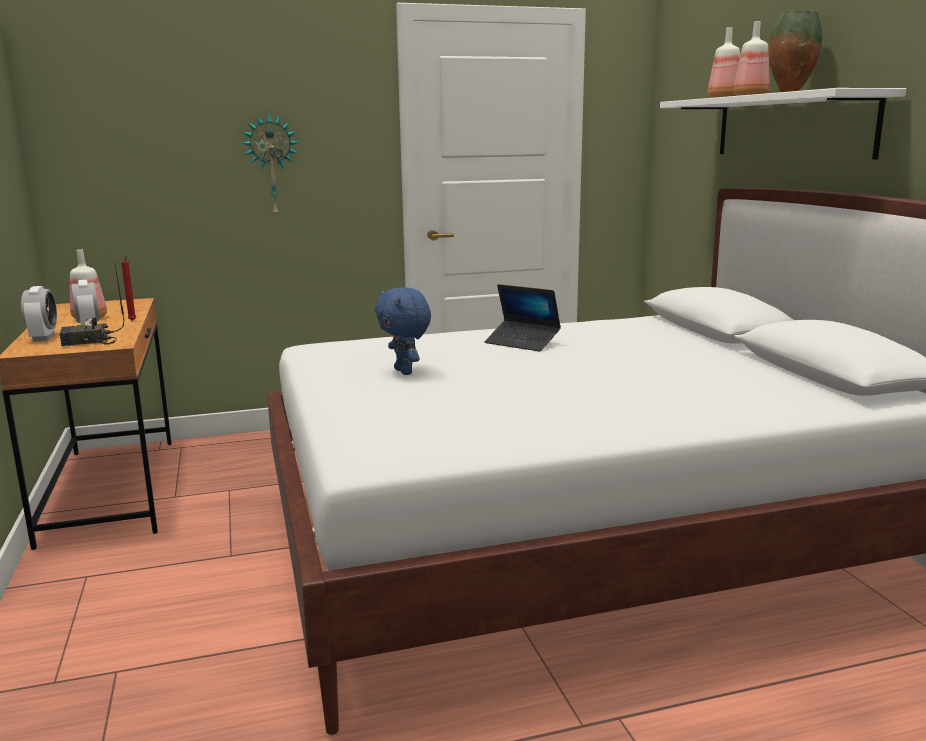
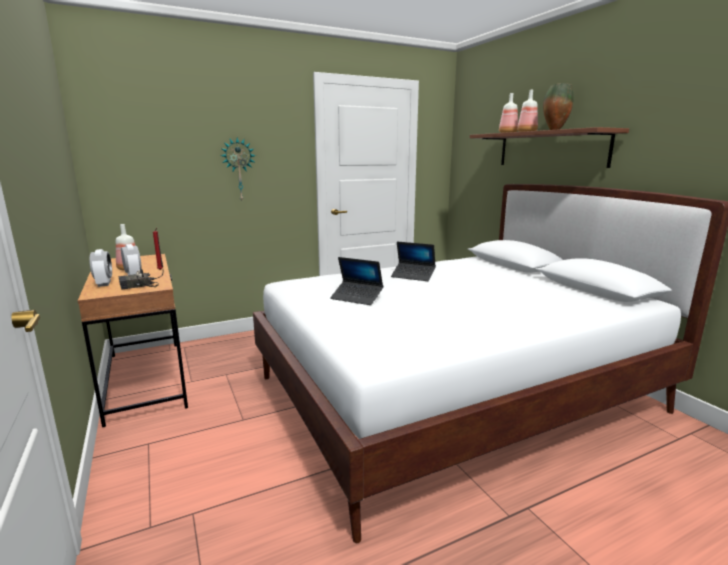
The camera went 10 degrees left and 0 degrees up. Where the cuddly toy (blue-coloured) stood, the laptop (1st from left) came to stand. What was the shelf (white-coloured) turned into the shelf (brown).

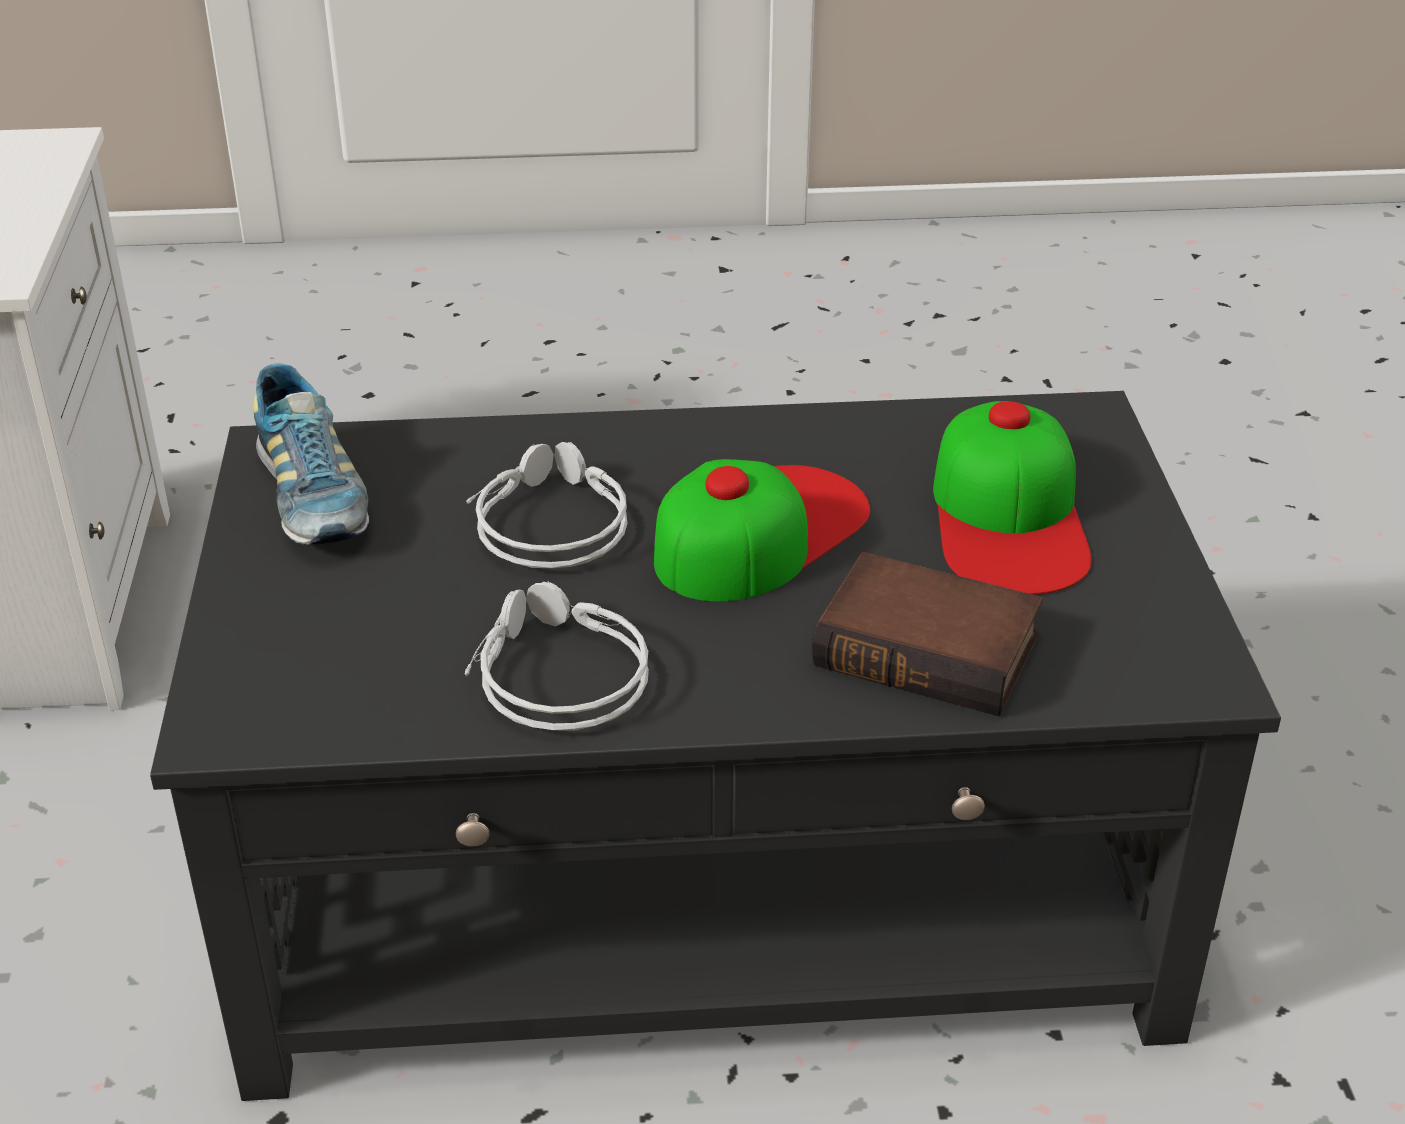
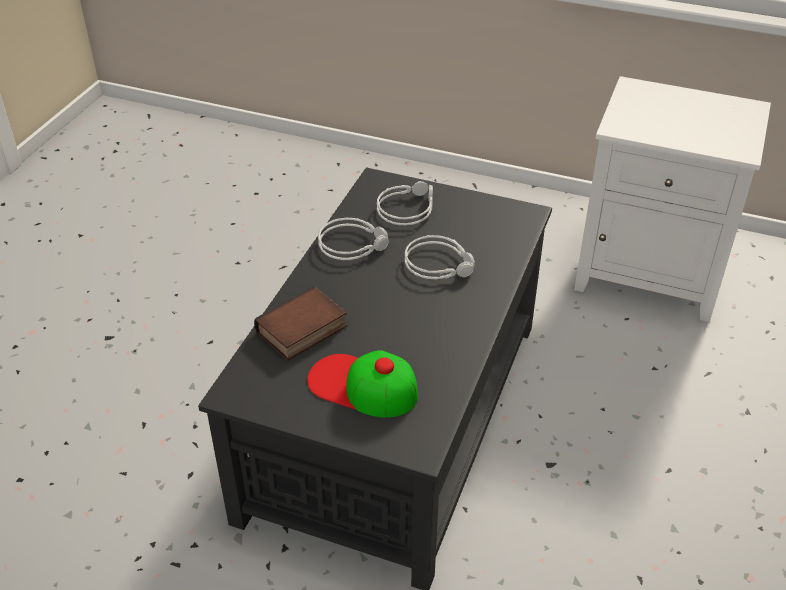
The camera went 115 degrees right and 5 degrees up. The second view lost the low shoe. The second view lost the peaked cap (1st from left). The second view gained the pair of headphones (gray) (2nd from left).

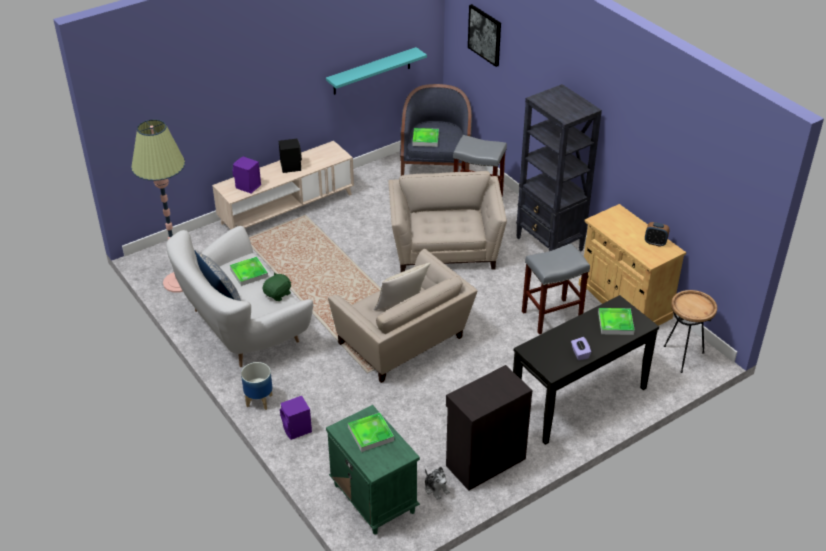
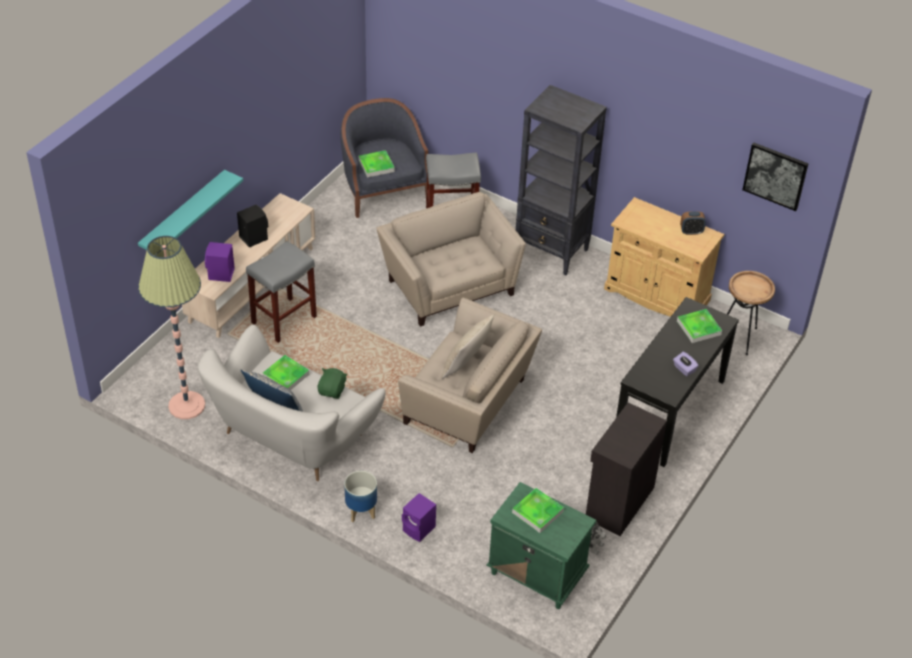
The camera went 25 degrees left and 5 degrees up. The shelf (blue-green) ended up elsewhere. The picture ended up elsewhere. The sitting stool (gray) (2nd from left in the first image) ended up elsewhere.

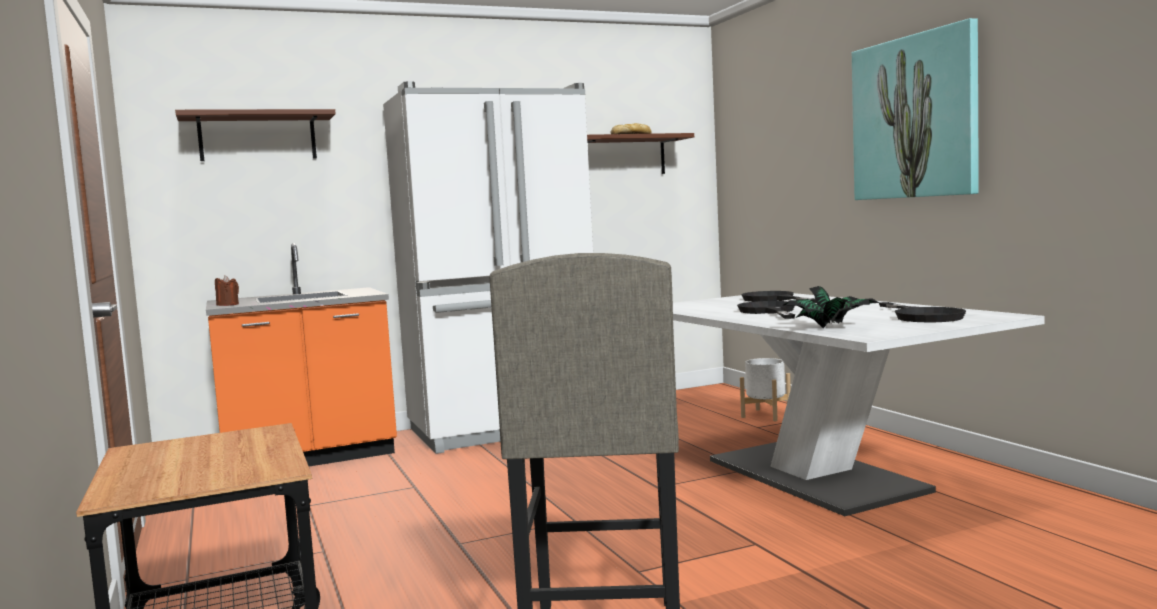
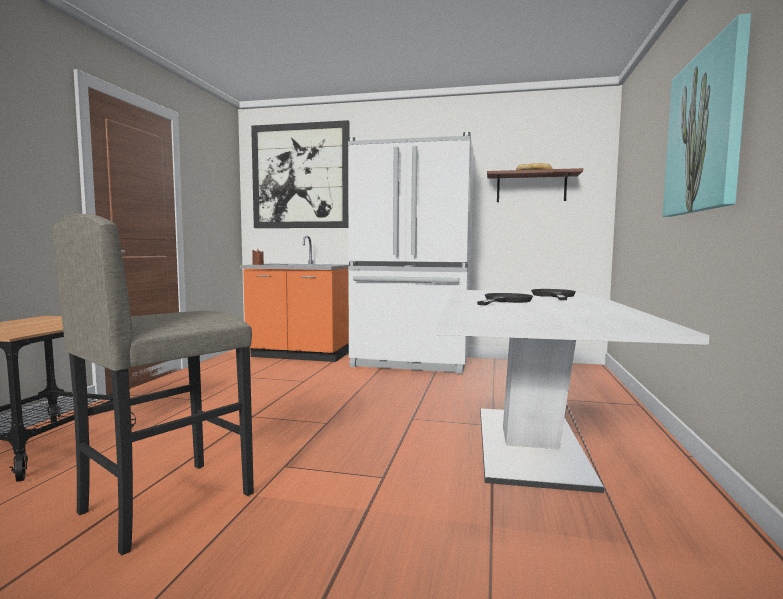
The camera went 35 degrees right and 0 degrees up. The second view lost the planter (white-coloured). The second view lost the houseplant. The second view lost the skillet (black-coloured) (3rd from left). Where the shelf (brown) (1st from left) hung, the picture (1st from left) came to hang.

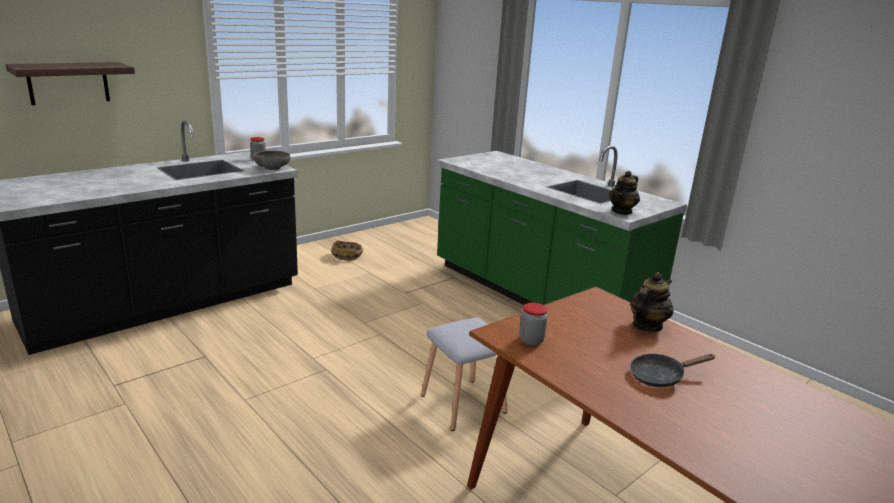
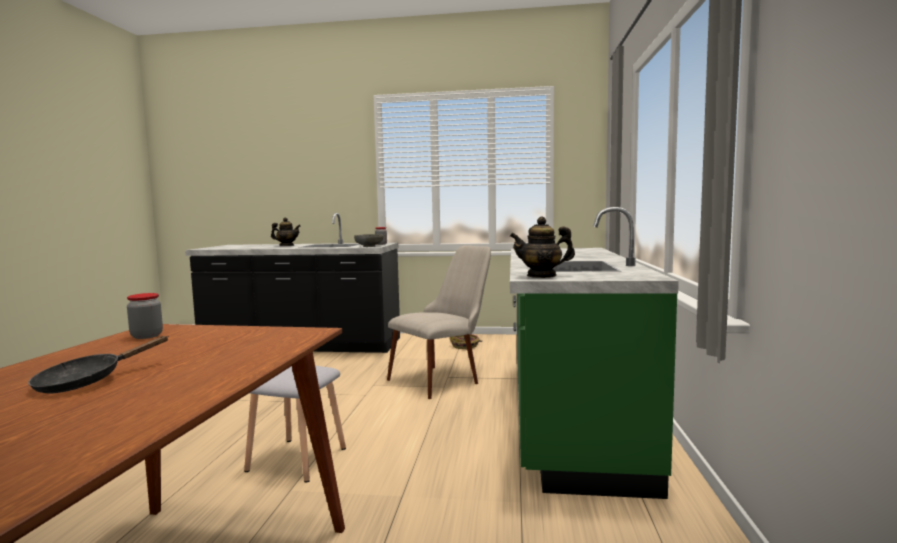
The camera went 50 degrees right and 15 degrees down. The second view lost the shelf. The second view gained the plain chair (beige-coloured). The teapot (2nd from left in the first image) ended up elsewhere. The skillet (black-coloured) ended up facing another way, 90 degrees counterclockwise from before.

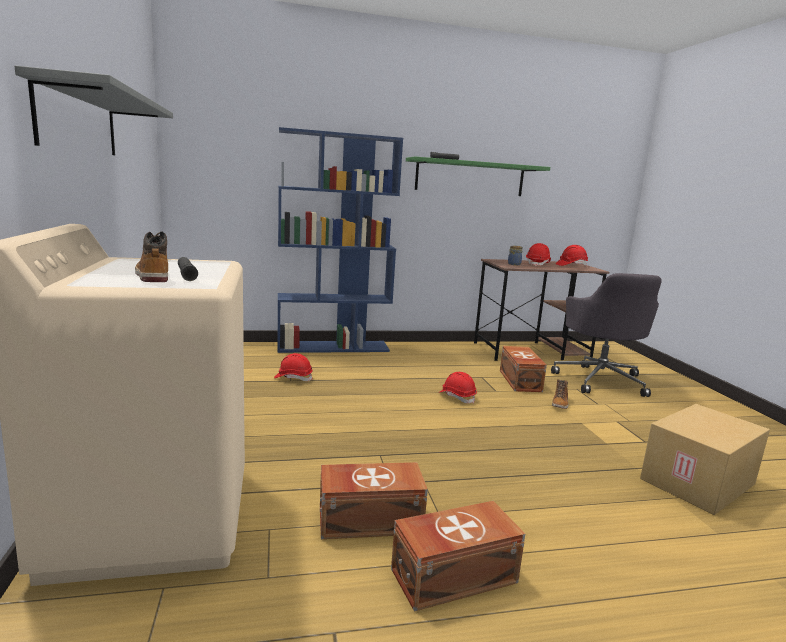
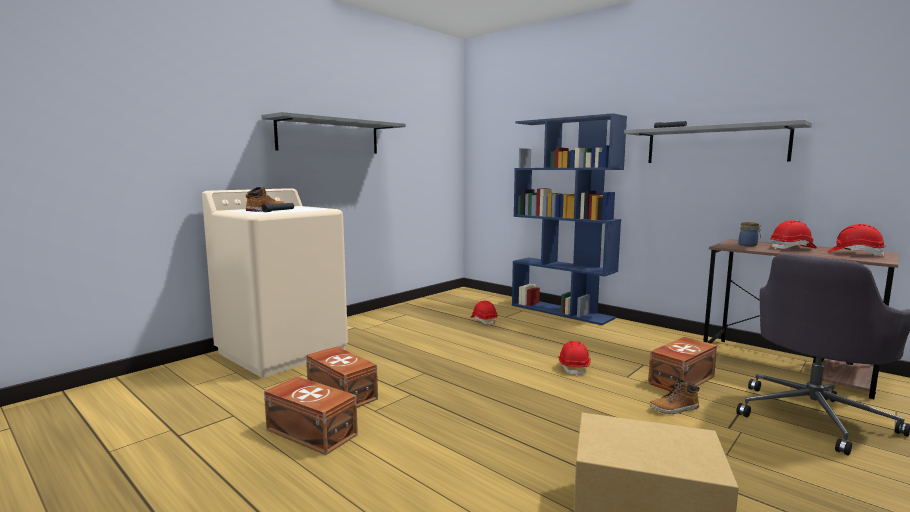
The camera went 55 degrees right and 5 degrees down. What was the shelf (greenish) turned into the shelf (gray) (2nd from left).

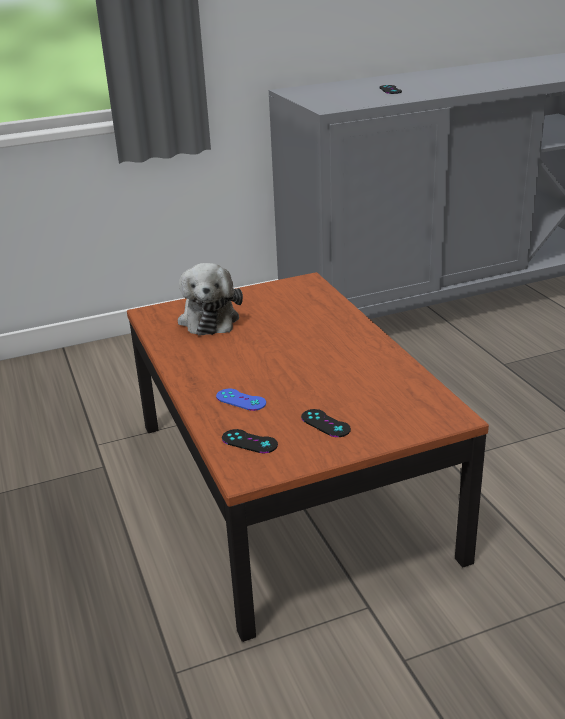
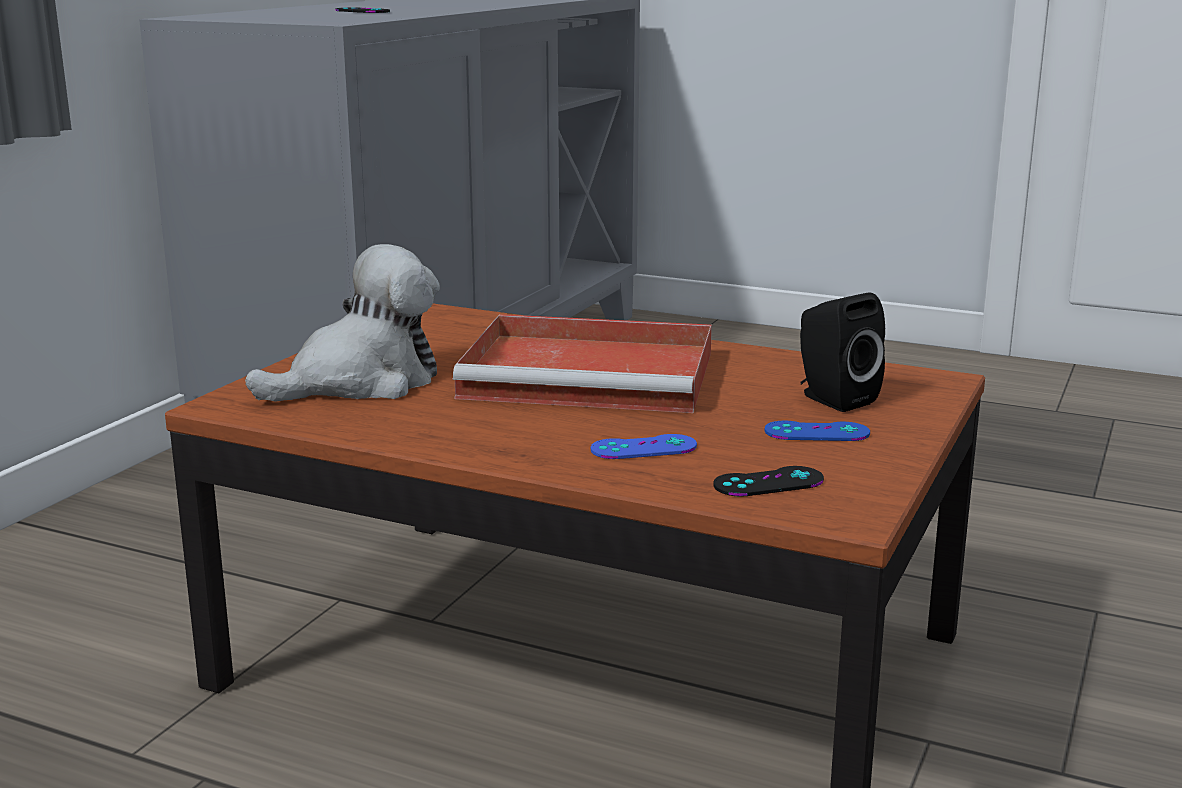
The camera went 45 degrees left and 10 degrees down. The second view gained the serving tray (reddish). The second view gained the speaker (black-coloured). What was the joypad (black-coloured) (2nd from left) turned into the joypad (blue-coloured) (2nd from left). The cuddly toy ended up facing another way, 75 degrees counterclockwise from before.

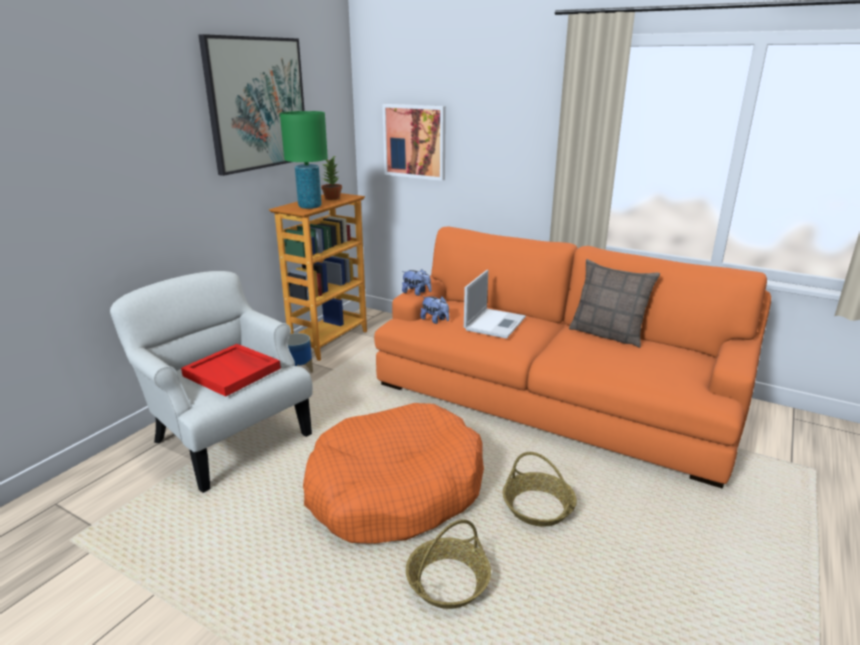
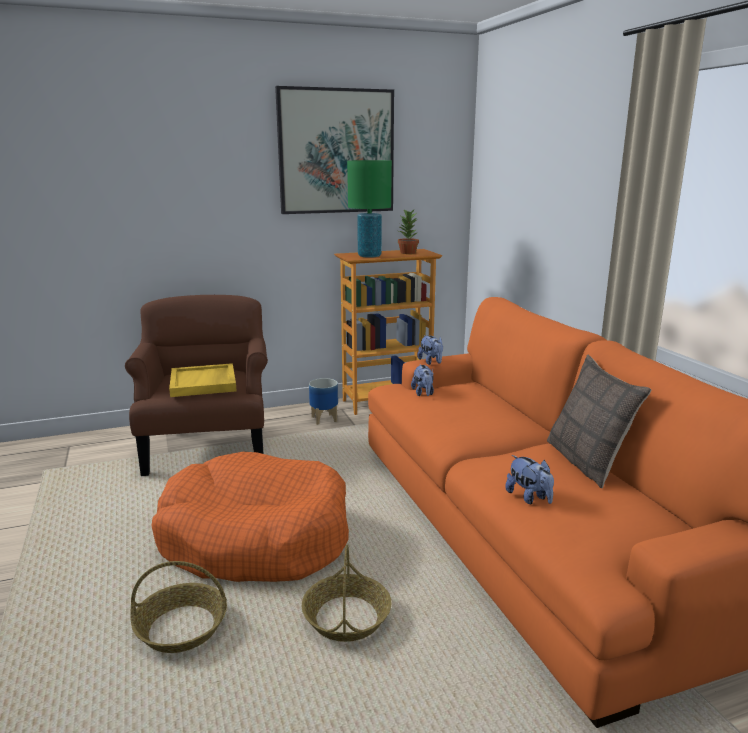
The camera went 40 degrees right and 5 degrees down. The second view lost the picture (2nd from left). The second view lost the laptop. The second view gained the cuddly toy (3rd from left). What was the lounge chair (white-coloured) turned into the lounge chair (brown). What was the serving tray (reddish) turned into the serving tray (yellow-coloured).

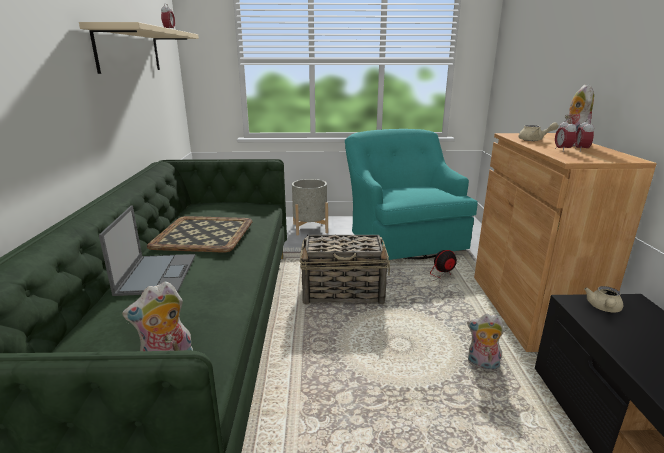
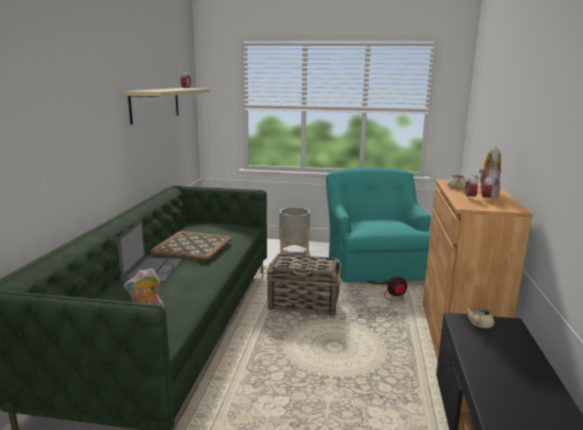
The camera went 10 degrees right and 5 degrees down. The second view lost the cuddly toy (2nd from left).

